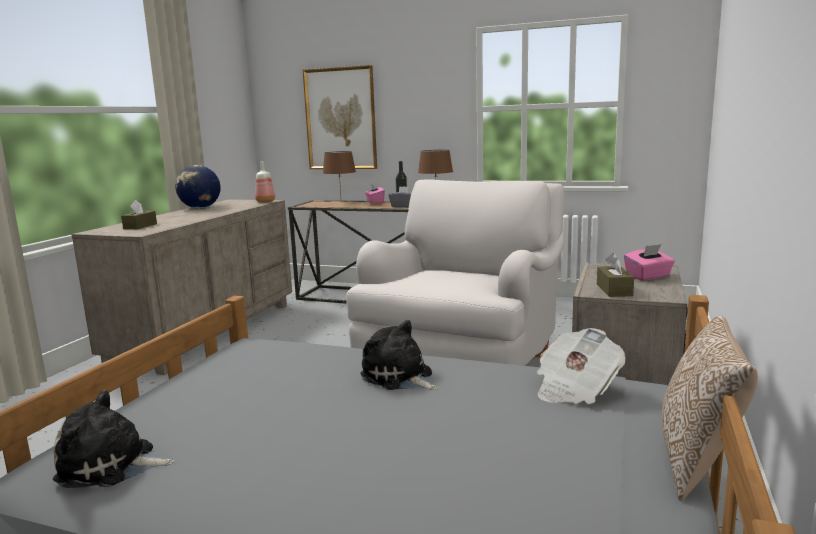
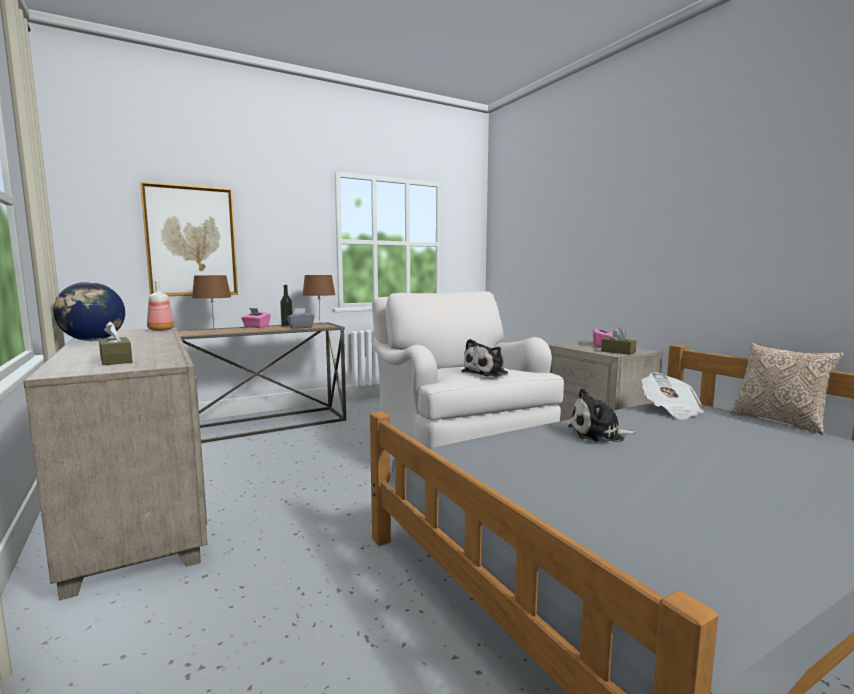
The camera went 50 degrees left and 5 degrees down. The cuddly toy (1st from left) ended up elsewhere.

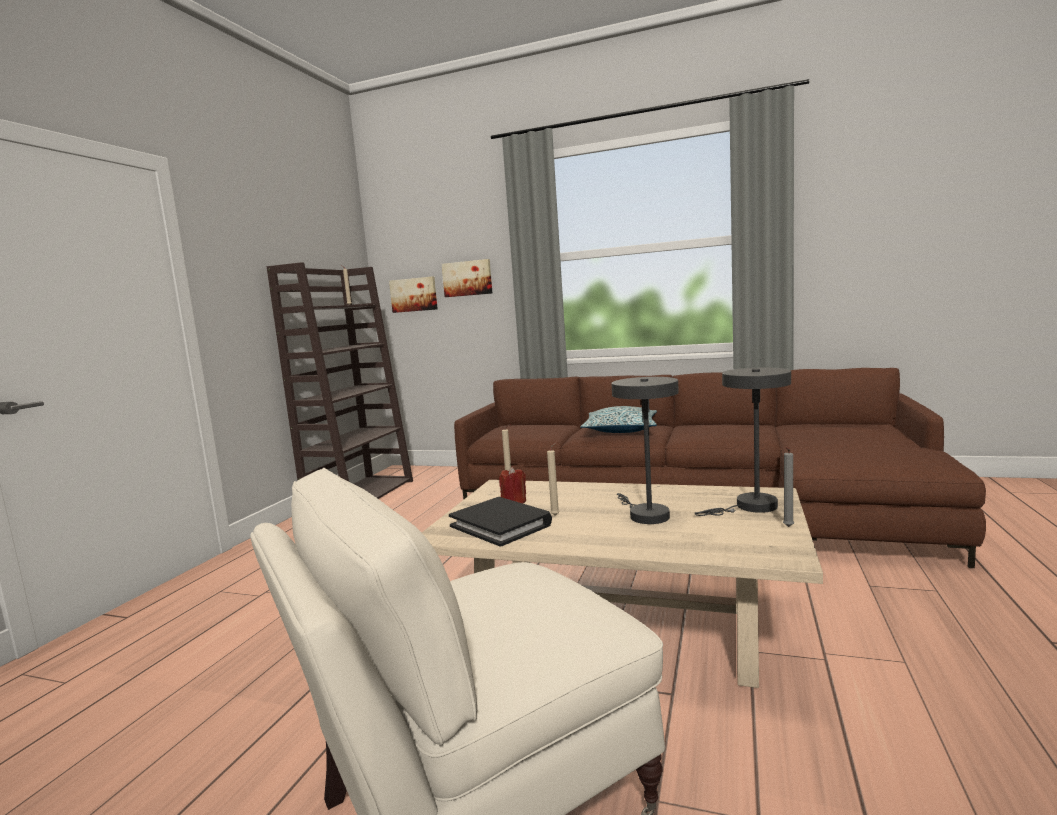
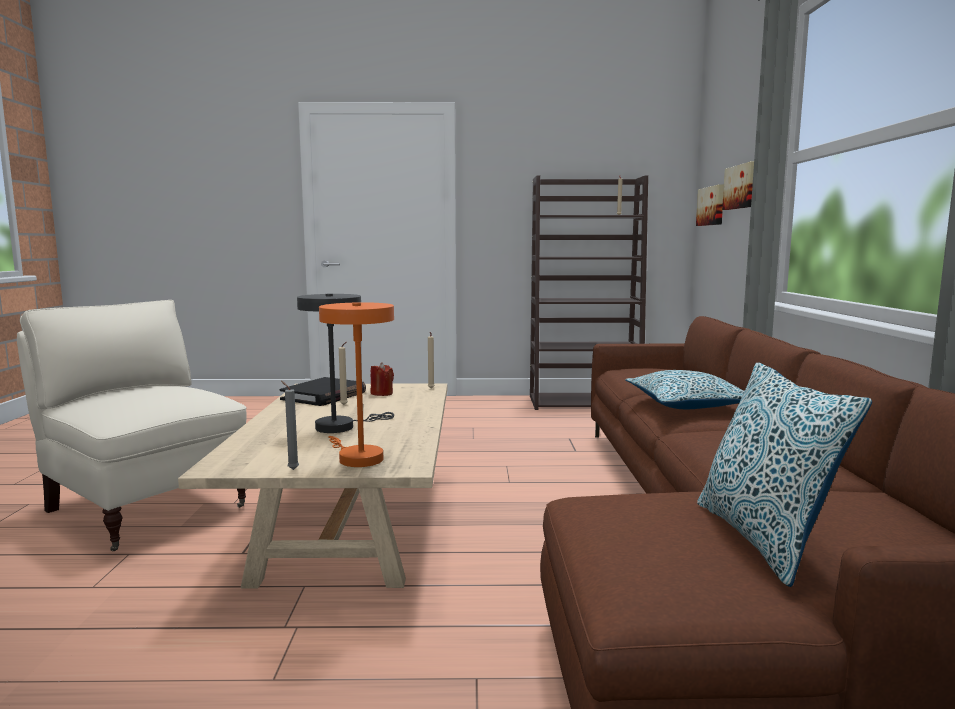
The camera went 70 degrees right and 0 degrees up. The second view gained the pillow (2nd from left). What was the table lamp (gray) (2nd from left) turned into the table lamp (orangey).

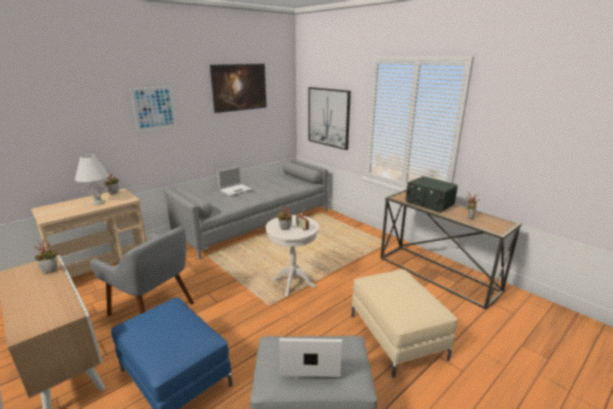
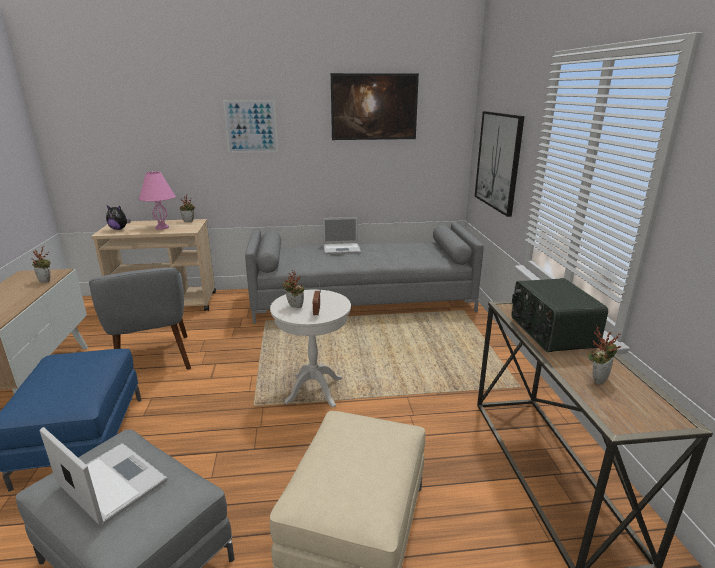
The camera went 35 degrees right and 0 degrees up. The second view gained the cuddly toy. What was the table lamp (white-coloured) turned into the table lamp (pink-coloured).

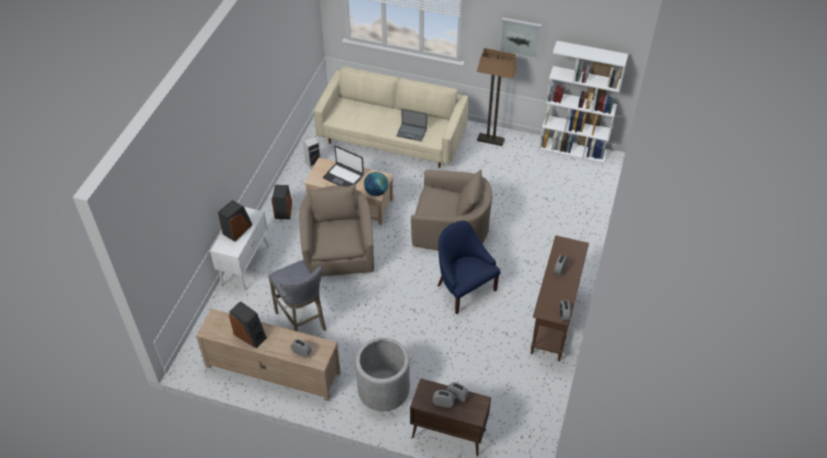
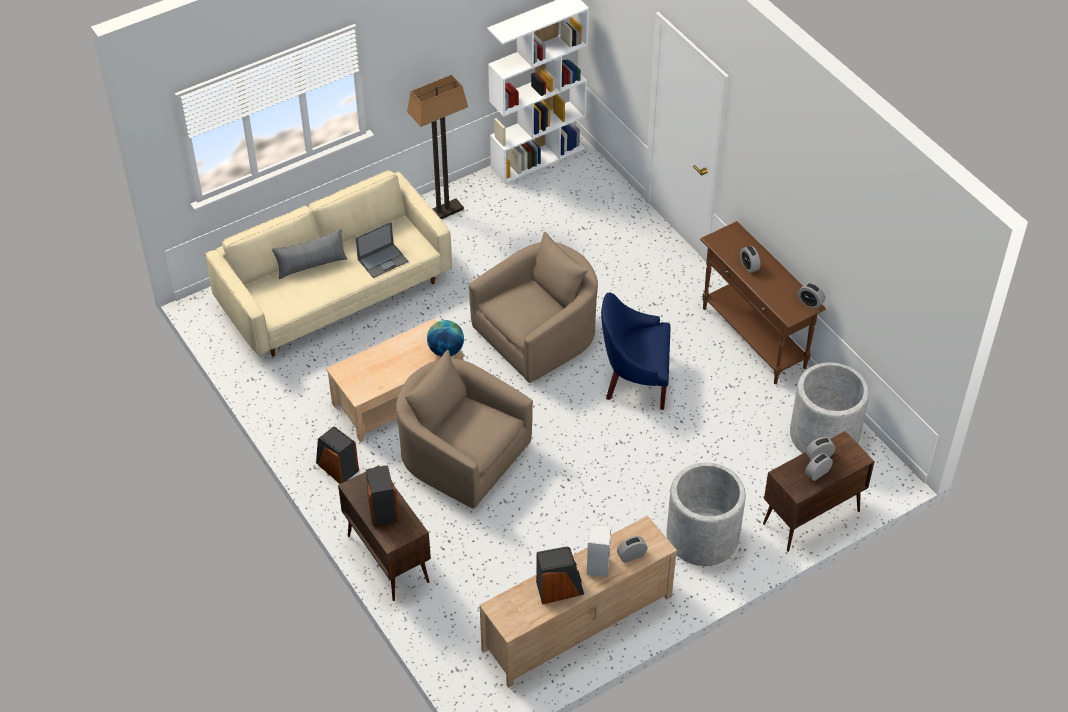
The camera went 50 degrees left and 0 degrees up. The second view lost the sitting stool (gray). The second view lost the laptop (1st from left). The second view lost the picture. The second view gained the pillow (gray). The second view gained the planter (gray) (2nd from left). The speaker (4th from left) ended up elsewhere. What was the storage cabinet (white-coloured) turned into the storage cabinet (brown) (1st from left).

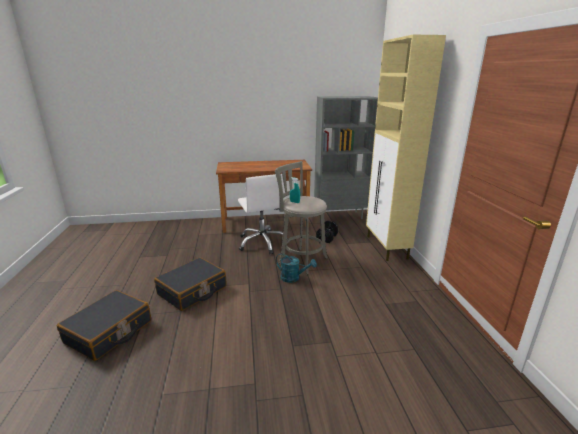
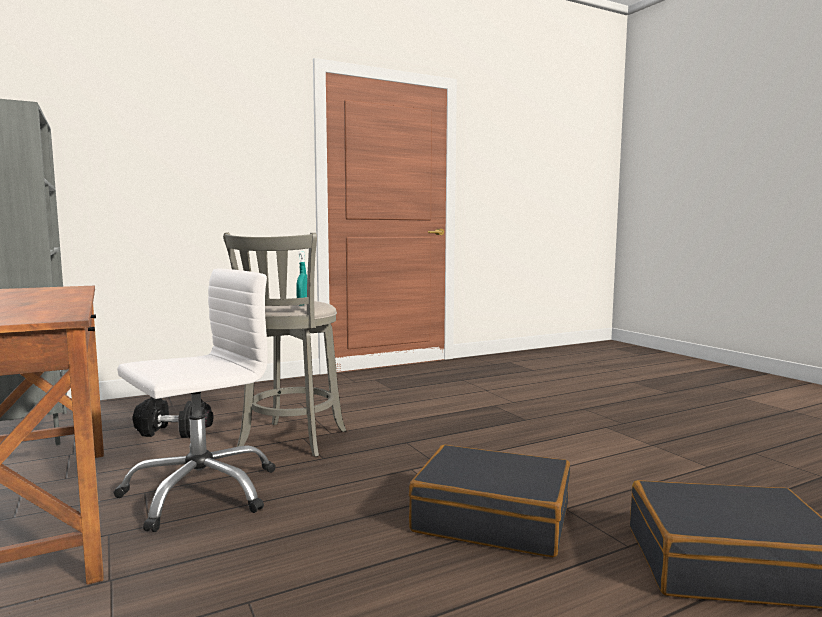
The camera went 110 degrees left and 15 degrees down. The second view lost the sprinkling can (blue-green). The second view lost the storage cabinet (beige-coloured).

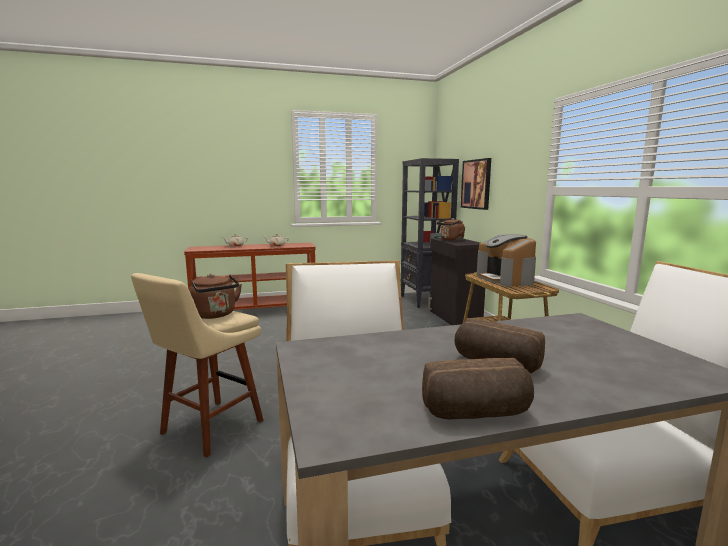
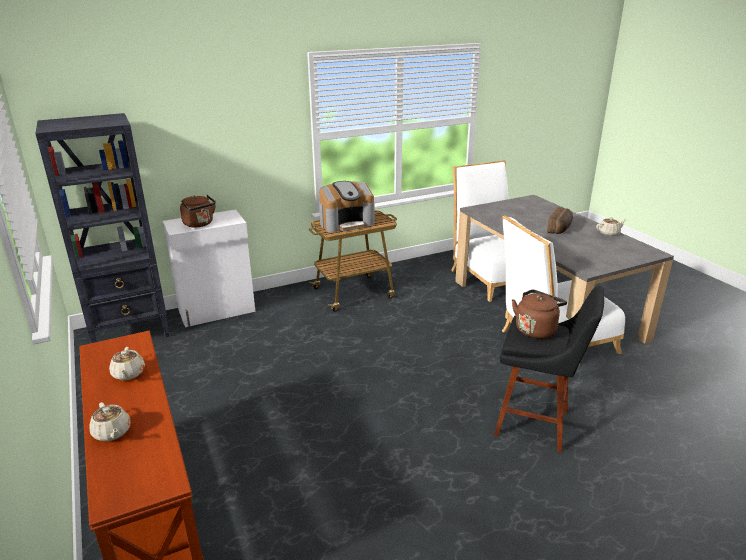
The camera went 100 degrees left and 15 degrees up. The second view lost the picture. Where the bakery bread (1st from left) stood, the teapot (beige-coloured) (3rd from left) came to stand. What was the sitting stool (beige-coloured) turned into the sitting stool (black-coloured). What was the storage cabinet (black-coloured) turned into the storage cabinet (white-coloured).

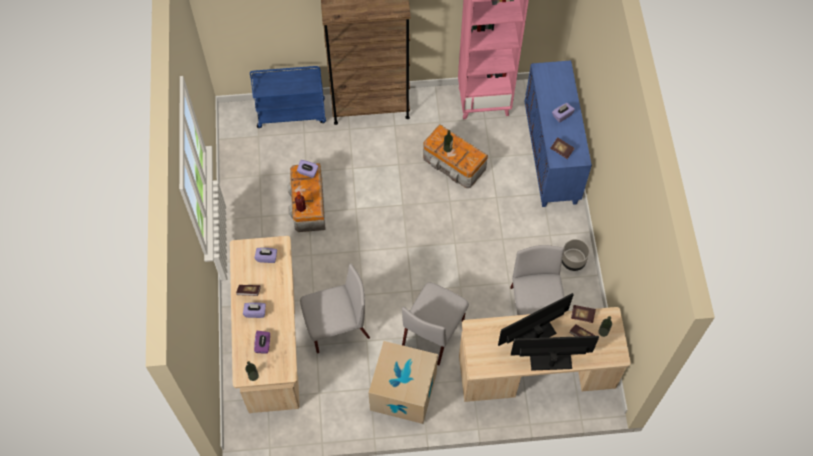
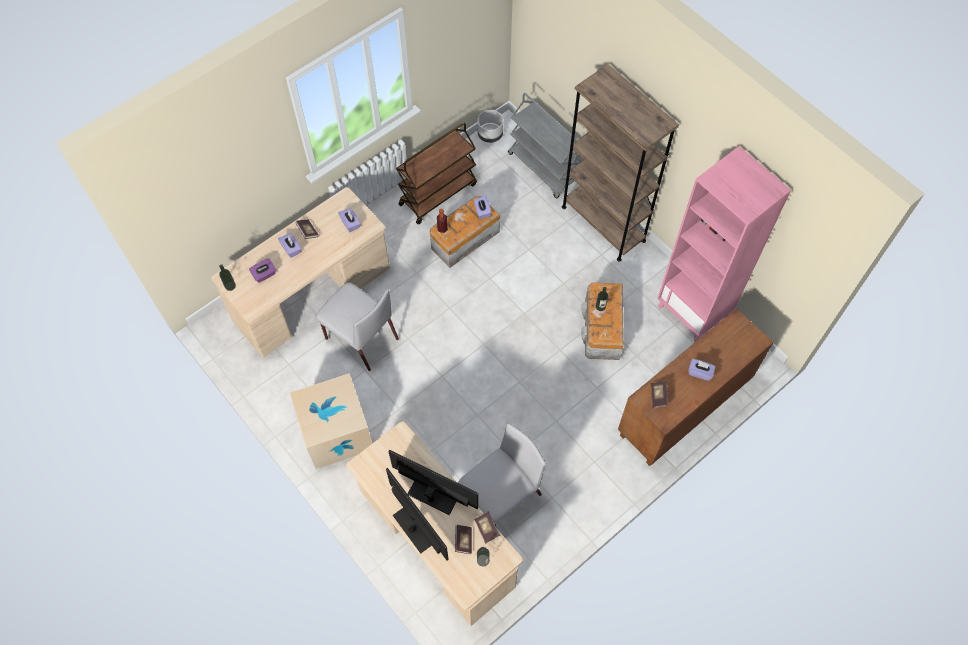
The camera went 55 degrees right and 0 degrees up. The second view lost the plain chair (gray) (2nd from left). The second view gained the wheeled cart (brown). The planter (gray) ended up elsewhere. What was the wheeled cart (blue-coloured) turned into the wheeled cart (gray). What was the storage cabinet (blue-coloured) turned into the storage cabinet (brown).

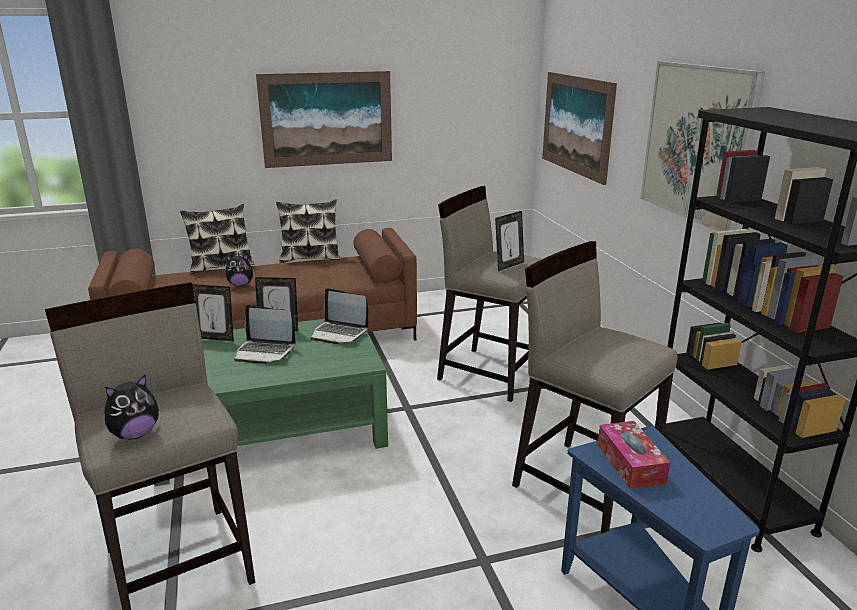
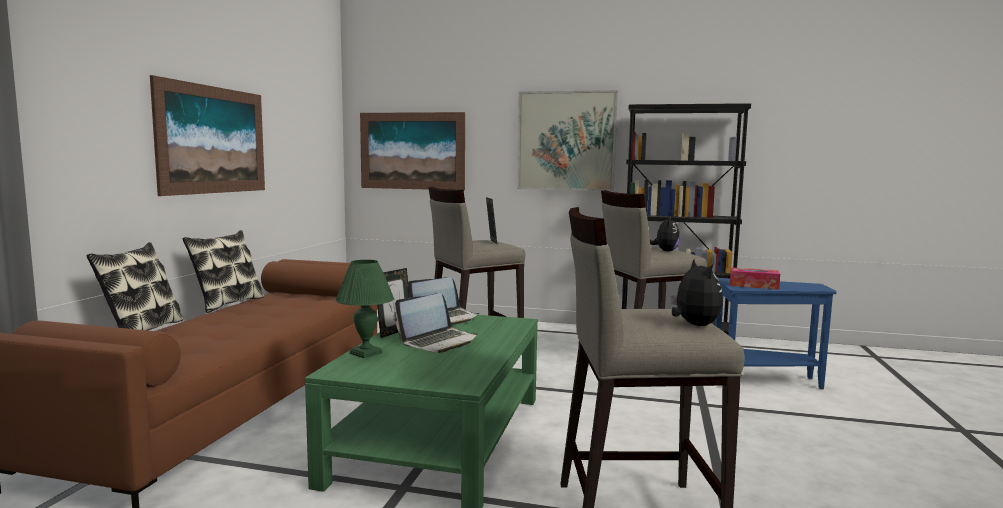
The camera went 60 degrees left and 15 degrees down. The cuddly toy (2nd from left in the first image) ended up elsewhere. Where the picture frame (1st from left) stood, the table lamp (greenish) came to stand.

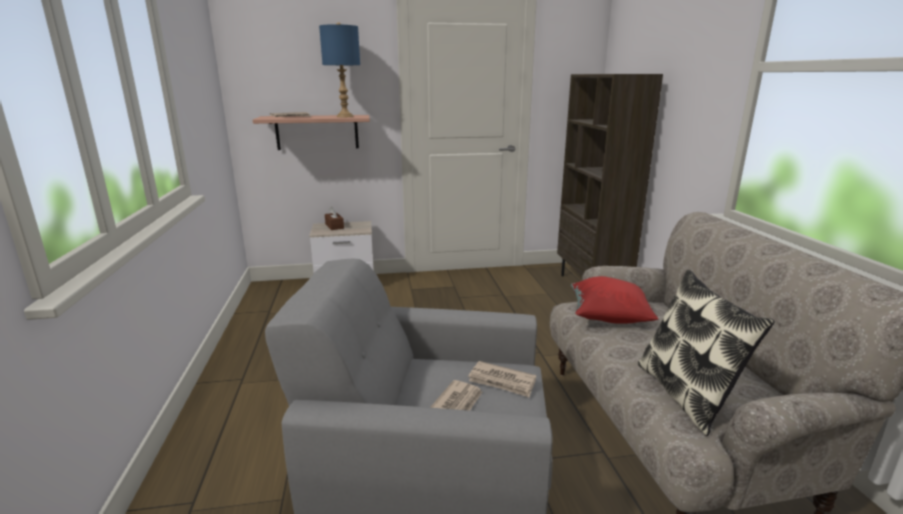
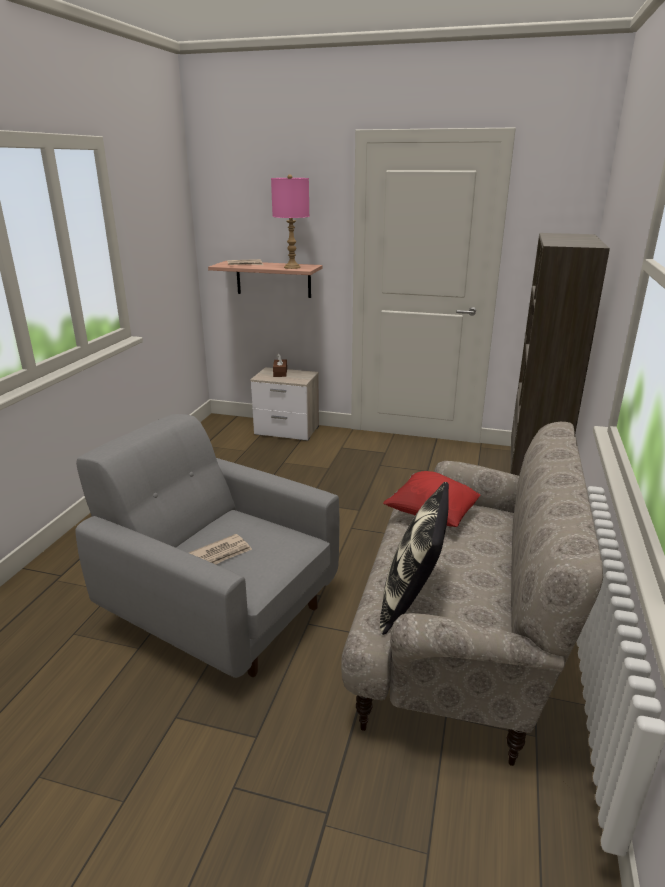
The camera went 25 degrees right and 5 degrees up. The second view lost the newspaper (3rd from left). What was the table lamp (blue-coloured) turned into the table lamp (pink-coloured).

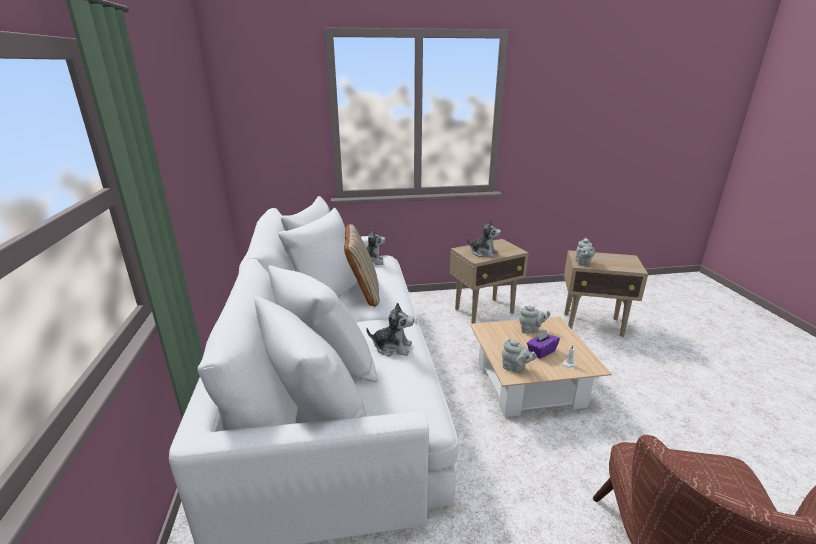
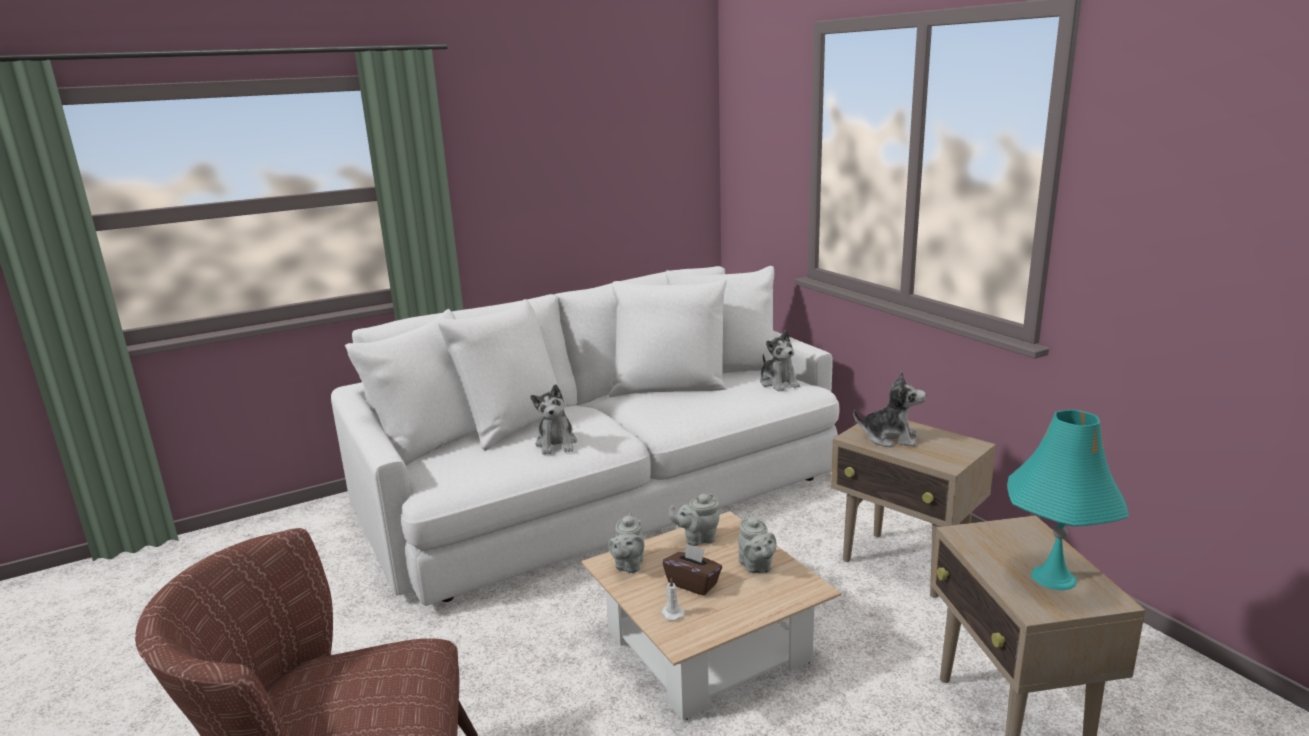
The camera went 70 degrees right and 5 degrees down. The second view lost the pillow (beige-coloured). The second view gained the table lamp (blue-green). The teapot (gray) (3rd from left in the first image) ended up elsewhere. What was the tissue holder (purple-coloured) turned into the tissue holder (brown). The cuddly toy (3rd from left) ended up facing another way, 75 degrees counterclockwise from before.

